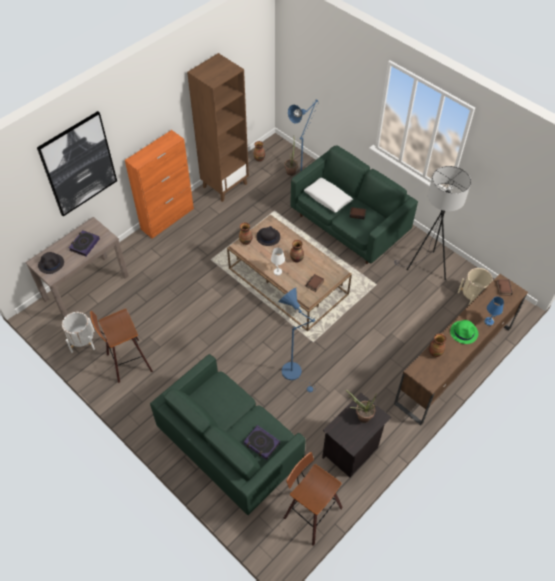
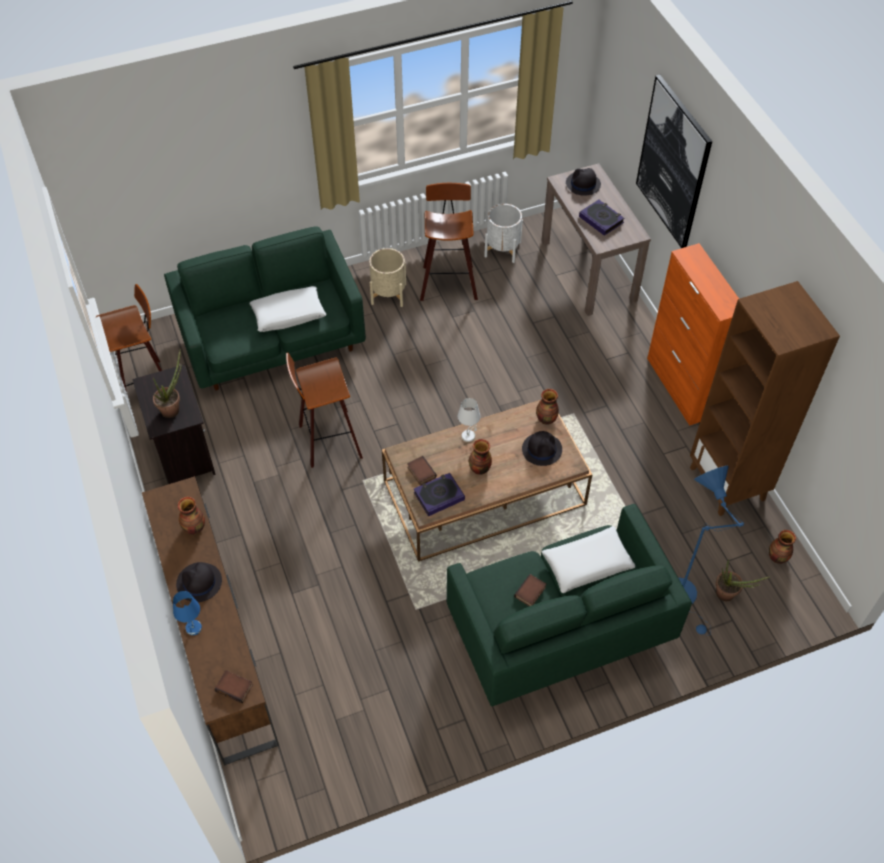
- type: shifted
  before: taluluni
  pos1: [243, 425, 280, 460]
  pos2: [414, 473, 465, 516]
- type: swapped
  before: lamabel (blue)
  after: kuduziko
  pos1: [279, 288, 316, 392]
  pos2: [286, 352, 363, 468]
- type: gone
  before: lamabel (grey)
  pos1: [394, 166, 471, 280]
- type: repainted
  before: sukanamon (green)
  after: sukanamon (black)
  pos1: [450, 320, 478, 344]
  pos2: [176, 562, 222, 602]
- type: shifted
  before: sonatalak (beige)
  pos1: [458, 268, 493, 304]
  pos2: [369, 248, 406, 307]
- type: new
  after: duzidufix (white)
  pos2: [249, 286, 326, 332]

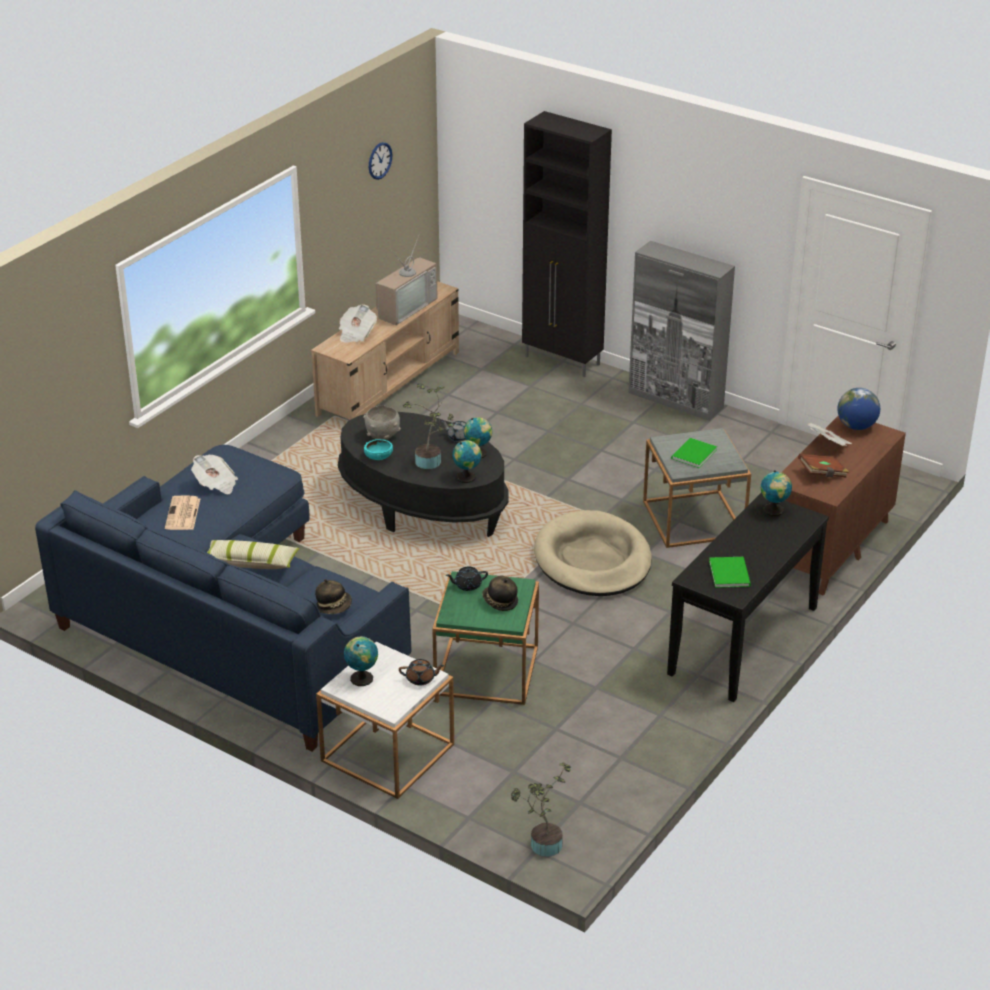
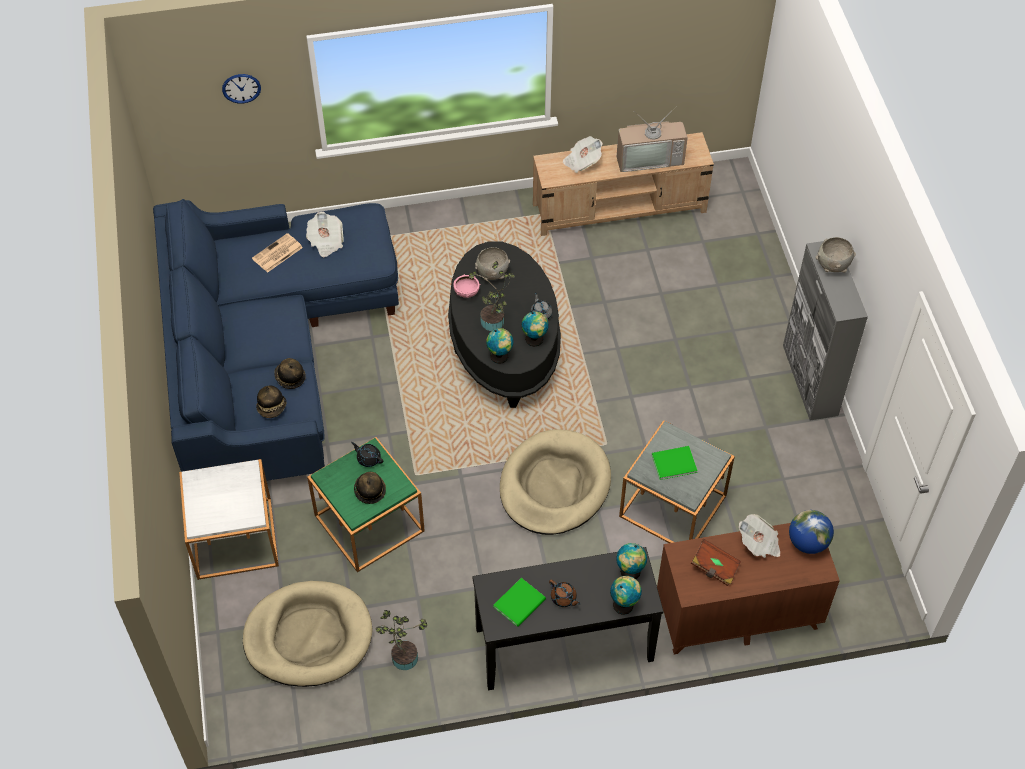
- type: gone
  before: duzidufix
  pos1: [207, 540, 300, 569]
- type: shifted
  before: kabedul
  pos1: [344, 636, 378, 686]
  pos2: [610, 576, 642, 615]
- type: repainted
  before: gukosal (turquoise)
  after: gukosal (pink)
  pos1: [364, 439, 393, 460]
  pos2: [453, 274, 480, 298]
- type: shifted
  before: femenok
  pos1: [369, 142, 393, 180]
  pos2: [222, 74, 261, 103]
- type: shifted
  before: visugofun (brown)
  pos1: [399, 659, 444, 685]
  pos2: [549, 580, 580, 607]
- type: shifted
  before: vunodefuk
  pos1: [511, 763, 571, 857]
  pos2: [375, 610, 427, 670]
- type: gone
  before: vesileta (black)
  pos1: [522, 111, 612, 377]
- type: new
  after: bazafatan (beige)
  pos2: [243, 581, 373, 687]
- type: new
  after: sukanamon
  pos2: [274, 358, 306, 389]
- type: new
  after: gukosal (grey)
  pos2: [816, 237, 856, 273]

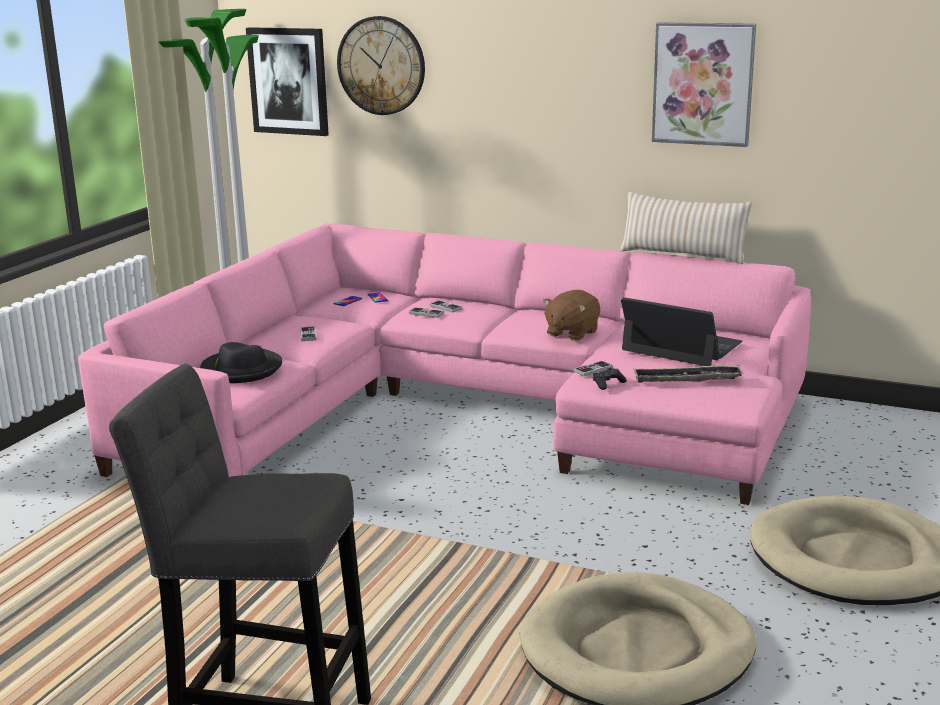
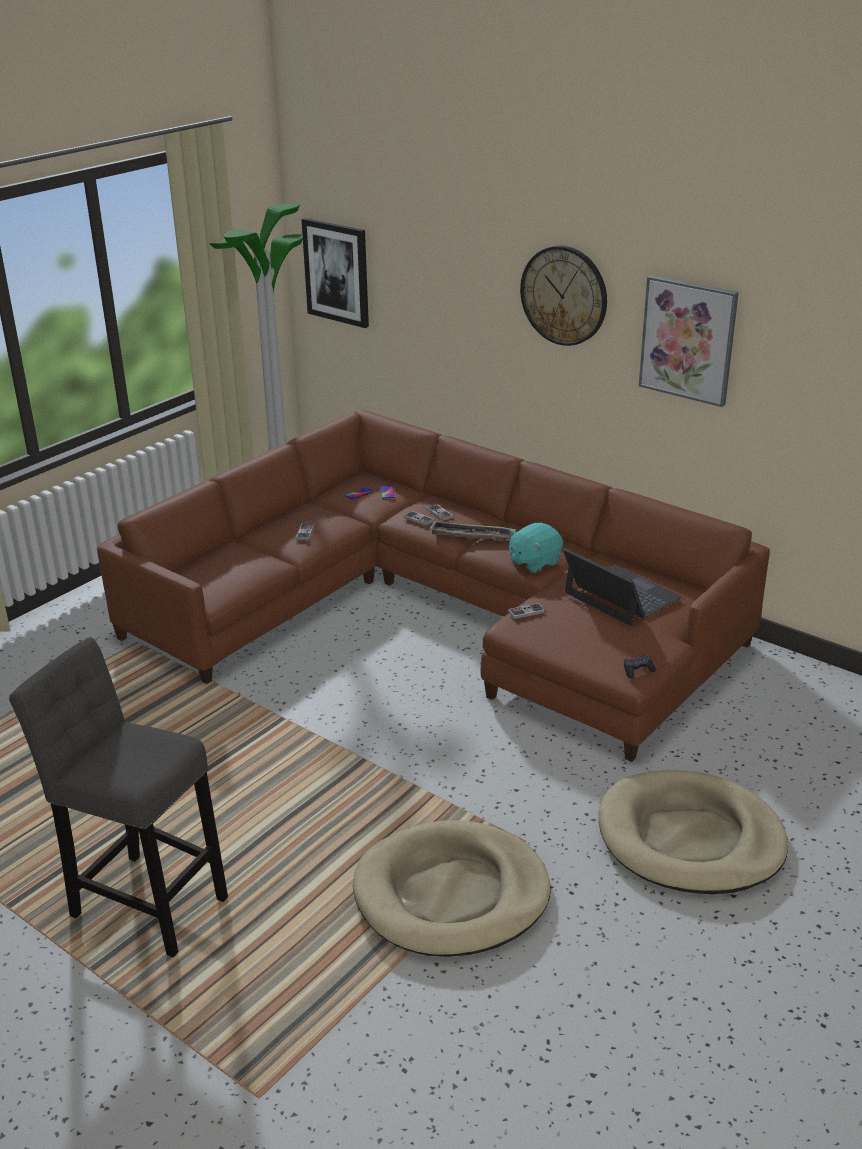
- type: repainted
  before: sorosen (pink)
  after: sorosen (brown)
  pos1: [78, 223, 811, 505]
  pos2: [97, 410, 770, 762]
- type: gone
  before: sukanamon (black)
  pos1: [200, 342, 282, 383]
- type: shifted
  before: femenok
  pos1: [337, 16, 425, 115]
  pos2: [520, 245, 607, 346]
- type: repainted
  before: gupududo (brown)
  after: gupududo (turquoise)
  pos1: [543, 290, 600, 341]
  pos2: [509, 523, 563, 573]
- type: shifted
  before: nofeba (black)
  pos1: [593, 368, 627, 390]
  pos2: [624, 655, 656, 678]
- type: gone
  before: duzidufix (beige)
  pos1: [620, 192, 752, 264]
- type: shifted
  before: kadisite
  pos1: [633, 365, 744, 383]
  pos2: [429, 520, 516, 540]

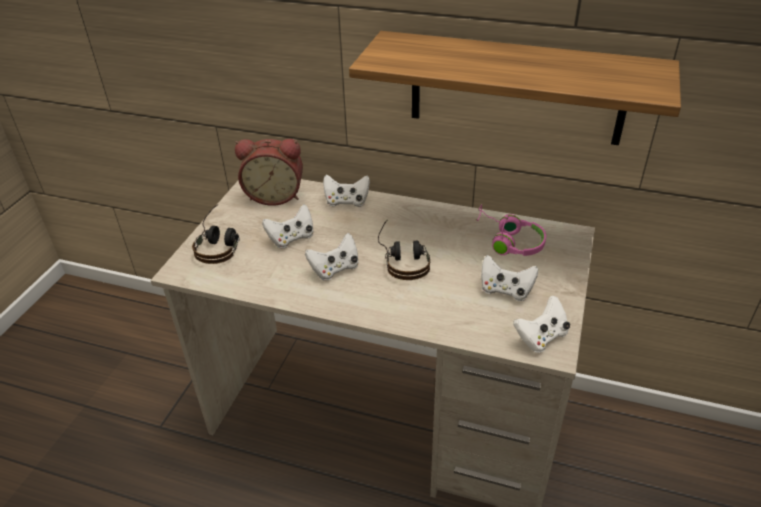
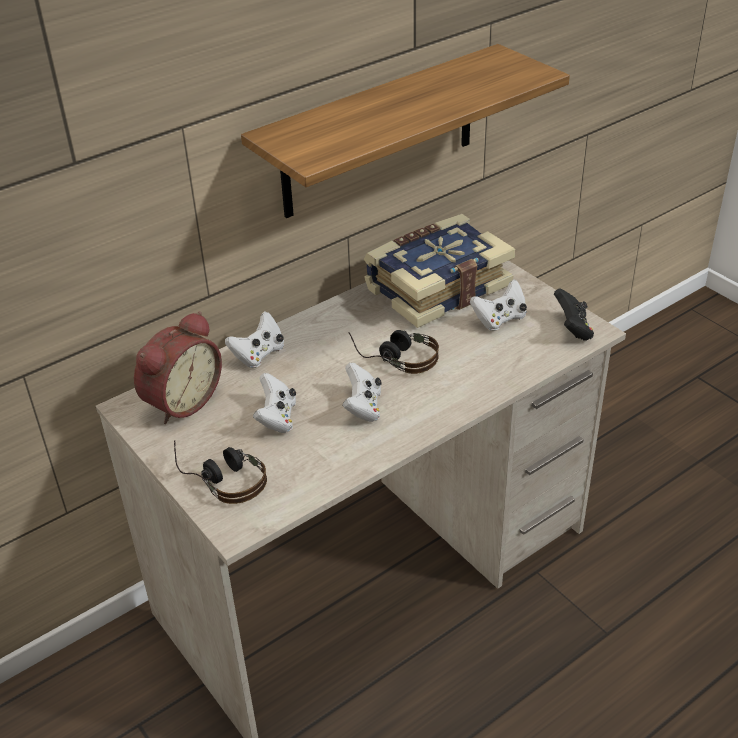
- type: swapped
  before: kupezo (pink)
  after: taluluni
  pos1: [476, 205, 546, 256]
  pos2: [364, 214, 515, 328]
- type: repainted
  before: nofeba (white)
  after: nofeba (black)
  pos1: [513, 296, 570, 353]
  pos2: [554, 289, 594, 341]

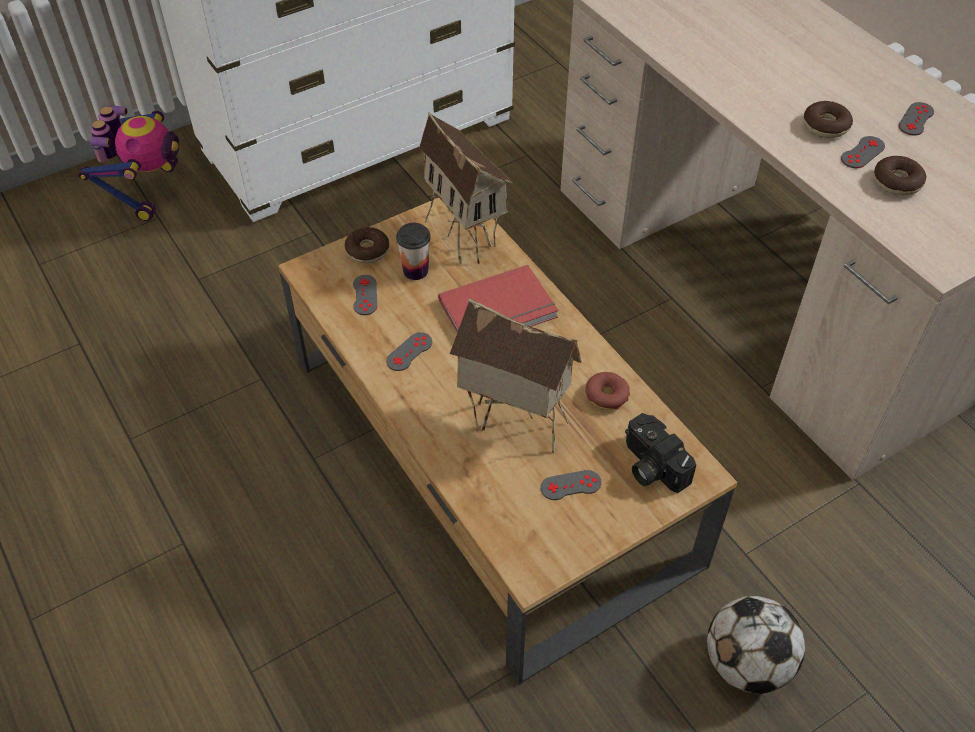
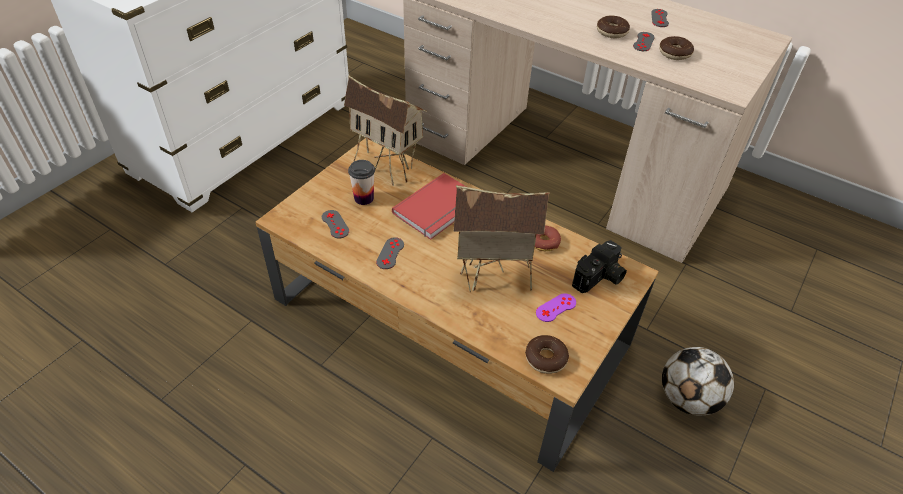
- type: gone
  before: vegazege
  pos1: [78, 105, 179, 221]
- type: shifted
  before: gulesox
  pos1: [345, 227, 389, 264]
  pos2: [525, 335, 569, 374]
- type: repainted
  before: nofeba (grey)
  after: nofeba (purple)
  pos1: [540, 470, 601, 500]
  pos2: [536, 293, 576, 322]
- type: rotated
  before: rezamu
  pos1: [625, 413, 696, 493]
  pos2: [572, 240, 627, 293]
  turn: -75

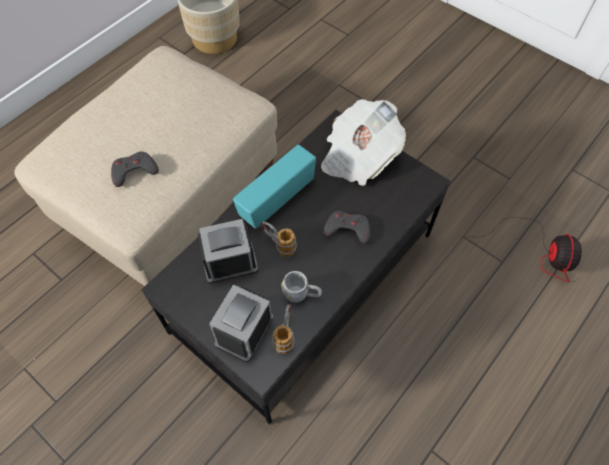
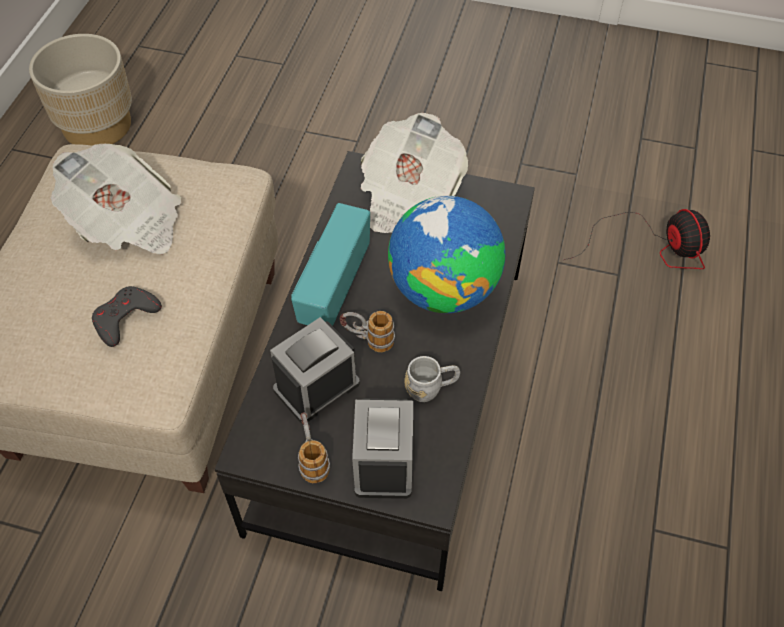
- type: shifted
  before: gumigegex
  pos1: [272, 304, 295, 354]
  pos2: [298, 413, 330, 483]
- type: swapped
  before: nofeba (grey)
  after: kabedul
  pos1: [323, 211, 371, 244]
  pos2: [388, 196, 506, 313]
- type: new
  after: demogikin
  pos2: [51, 144, 181, 254]

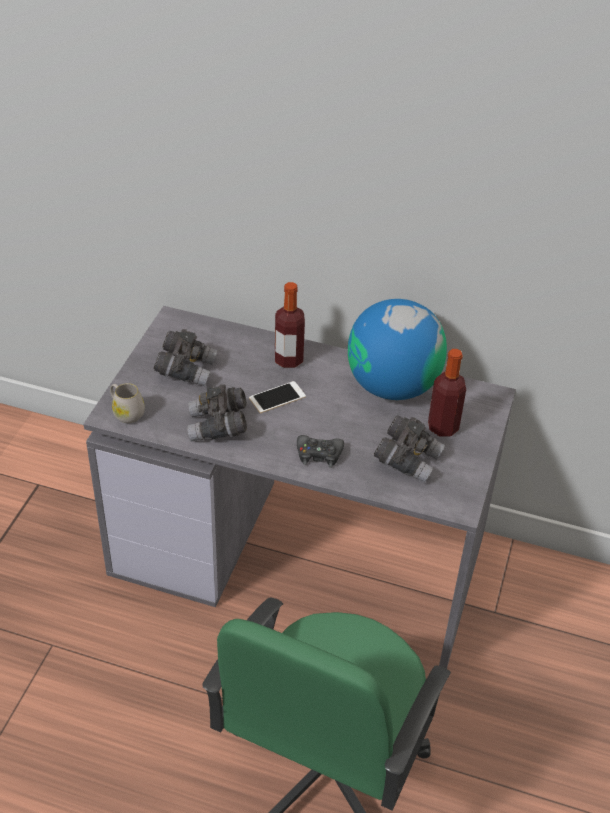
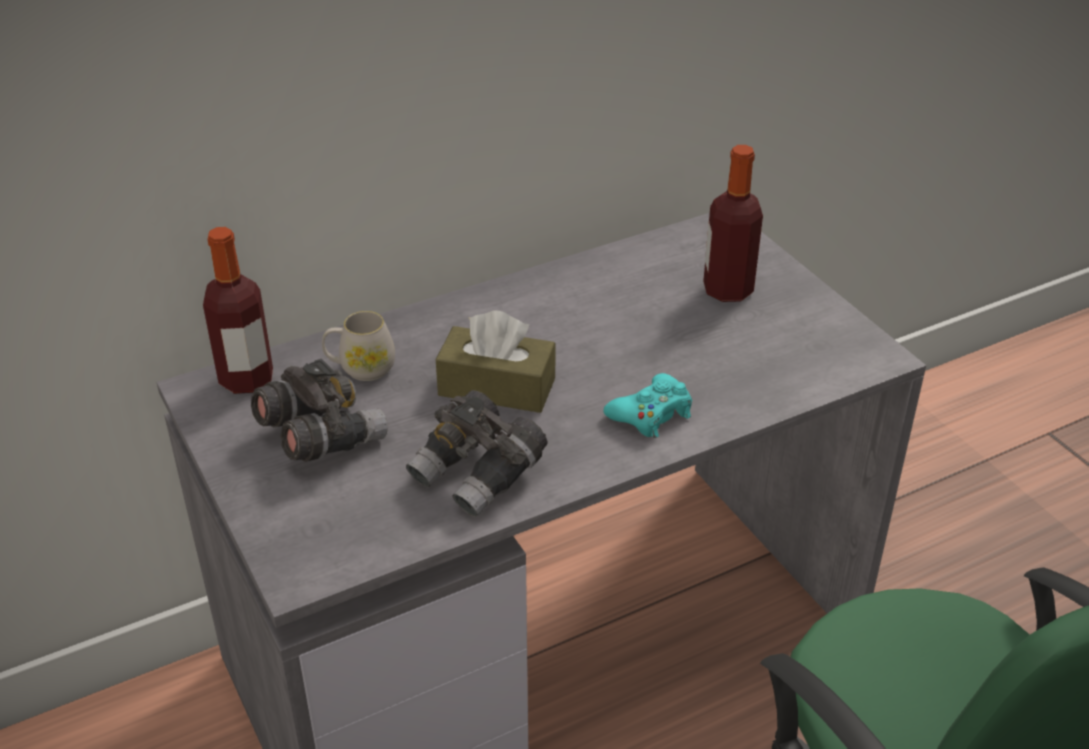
- type: shifted
  before: gumigegex (white)
  pos1: [110, 383, 145, 423]
  pos2: [322, 311, 395, 381]
- type: swapped
  before: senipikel
  after: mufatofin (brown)
  pos1: [249, 381, 306, 413]
  pos2: [436, 310, 556, 413]
- type: shifted
  before: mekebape
  pos1: [275, 282, 305, 368]
  pos2: [203, 227, 273, 394]
- type: repainted
  before: nofeba (black)
  after: nofeba (turquoise)
  pos1: [297, 435, 344, 468]
  pos2: [603, 373, 692, 438]
- type: gone
  before: kabedul
  pos1: [348, 299, 447, 400]
- type: gone
  before: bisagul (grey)
  pos1: [374, 415, 445, 483]

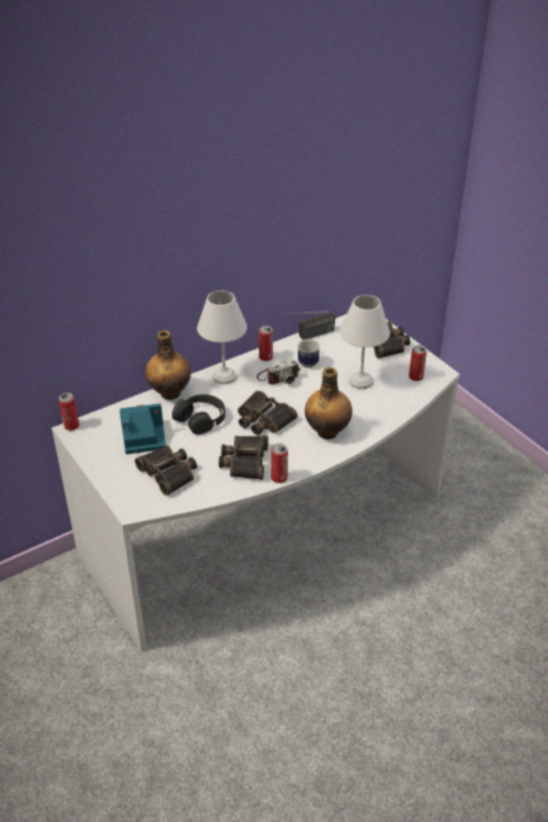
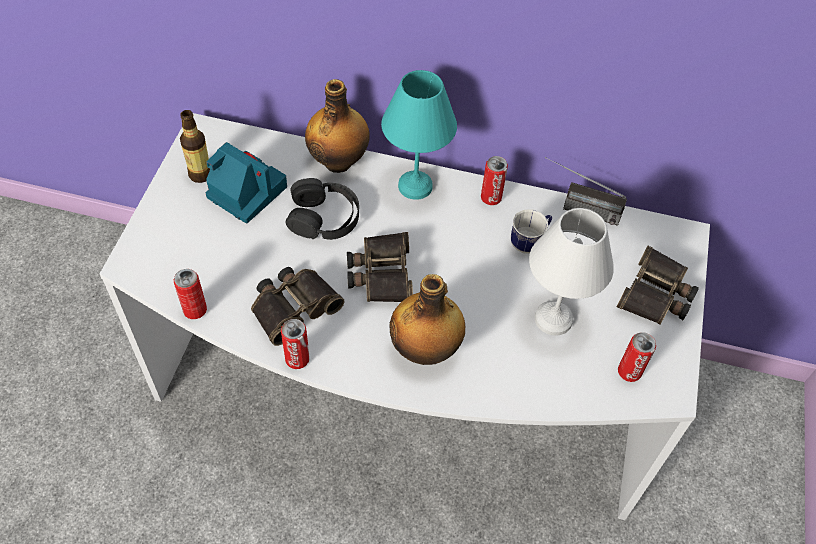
- type: shifted
  before: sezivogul
  pos1: [59, 393, 79, 430]
  pos2: [174, 269, 207, 319]
- type: gone
  before: bisagul
  pos1: [135, 445, 197, 496]
- type: repainted
  before: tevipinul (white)
  after: tevipinul (turquoise)
  pos1: [197, 290, 247, 384]
  pos2: [381, 70, 457, 200]
- type: gone
  before: rezamu
  pos1: [257, 360, 300, 385]
- type: new
  after: mekebape
  pos2: [180, 110, 210, 183]

